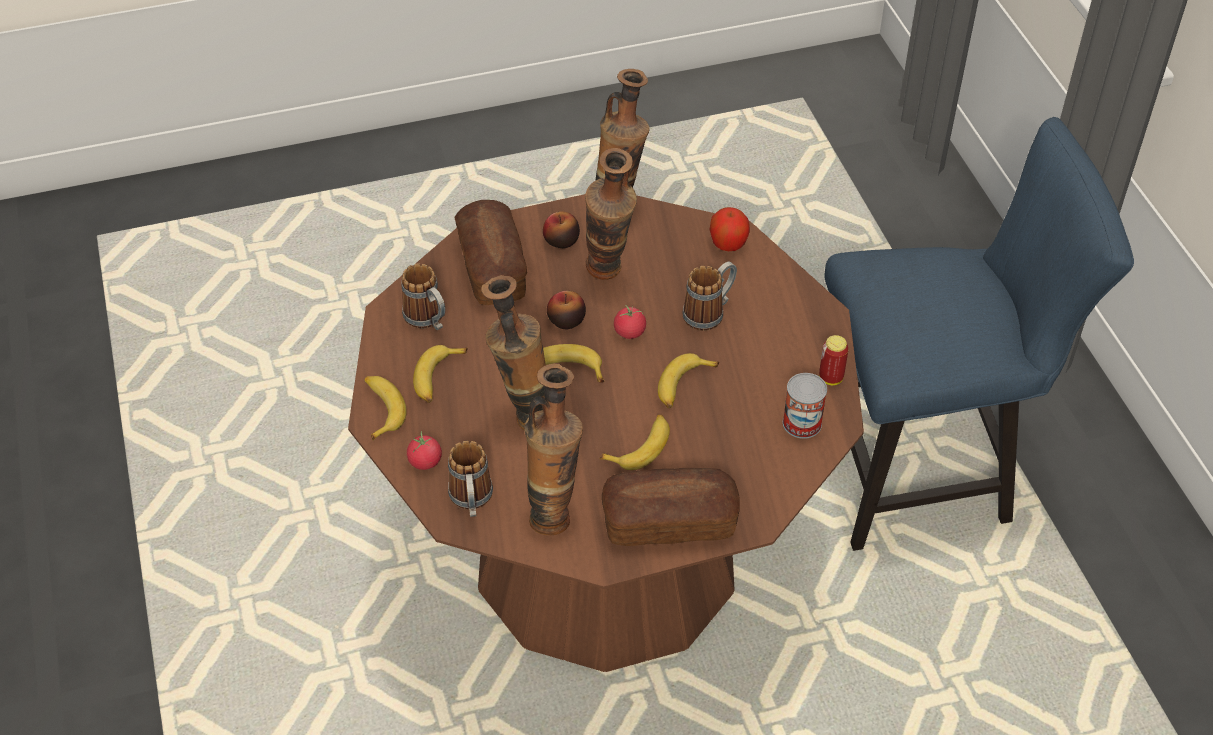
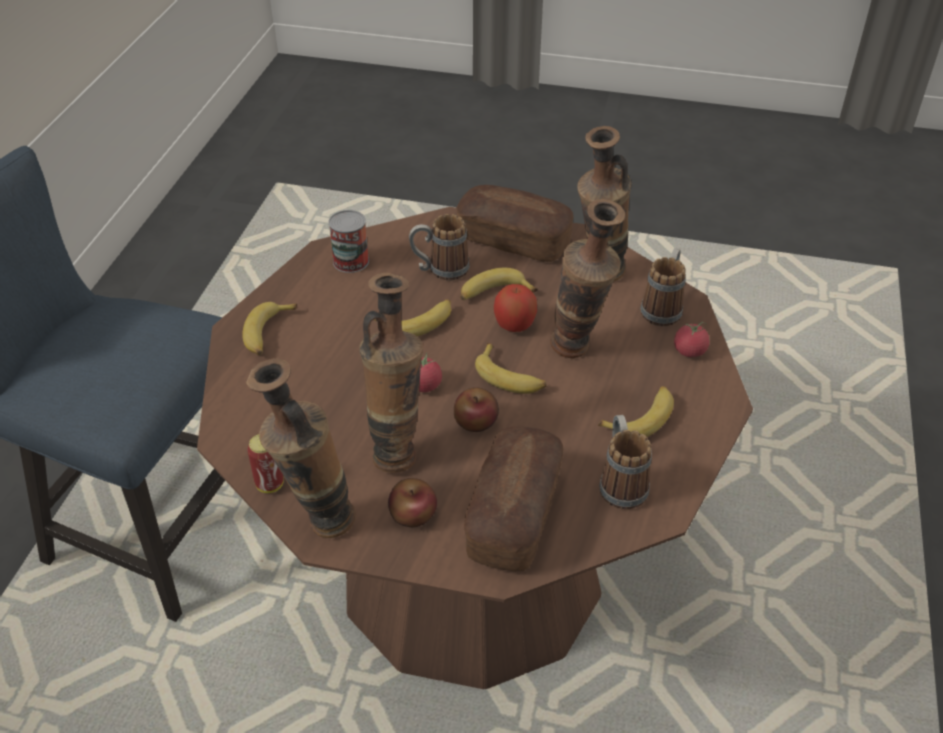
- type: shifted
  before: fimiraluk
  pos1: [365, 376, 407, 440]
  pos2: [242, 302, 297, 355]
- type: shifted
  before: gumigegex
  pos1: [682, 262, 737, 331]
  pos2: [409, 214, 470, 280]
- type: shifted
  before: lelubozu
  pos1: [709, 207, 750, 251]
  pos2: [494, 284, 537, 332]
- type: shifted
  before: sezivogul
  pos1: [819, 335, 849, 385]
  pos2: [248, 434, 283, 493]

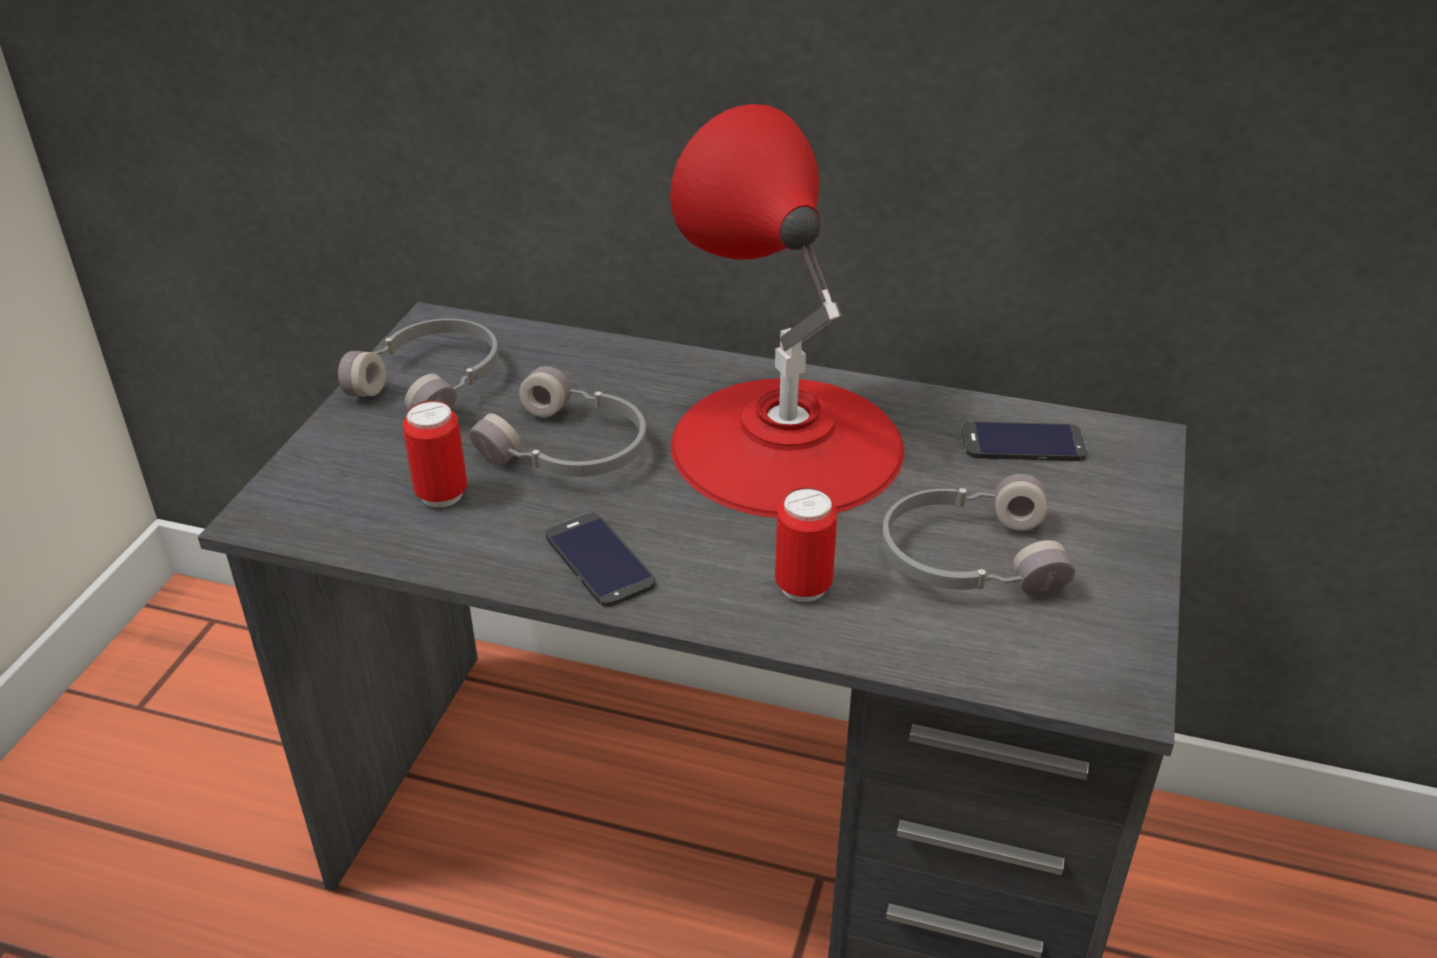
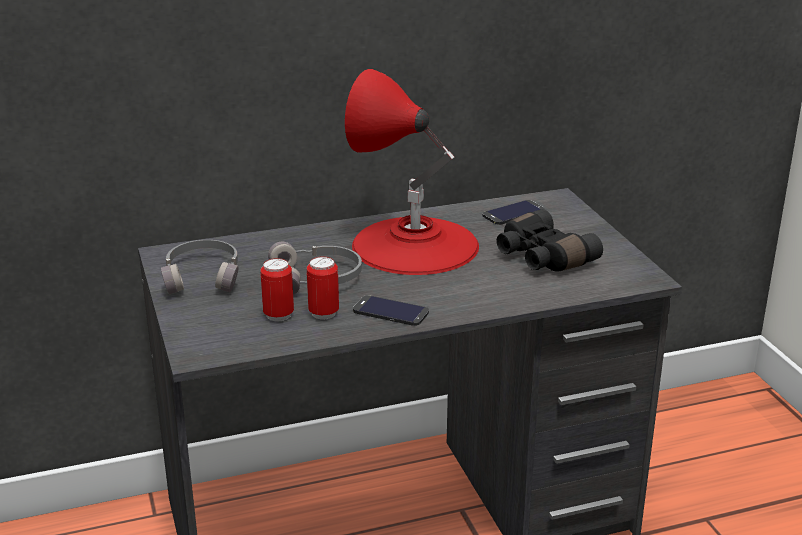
- type: shifted
  before: sezivogul
  pos1: [775, 487, 837, 602]
  pos2: [307, 256, 339, 320]
- type: swapped
  before: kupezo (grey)
  after: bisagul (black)
  pos1: [882, 474, 1075, 596]
  pos2: [497, 209, 603, 272]

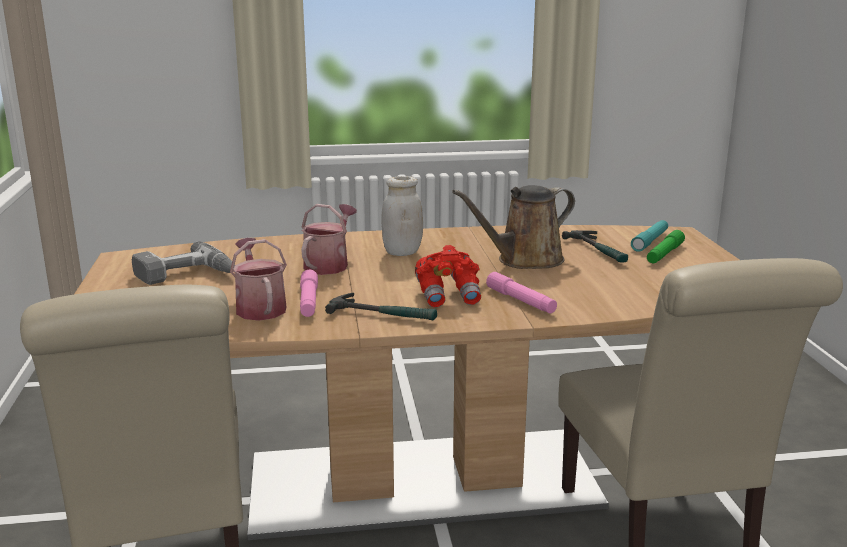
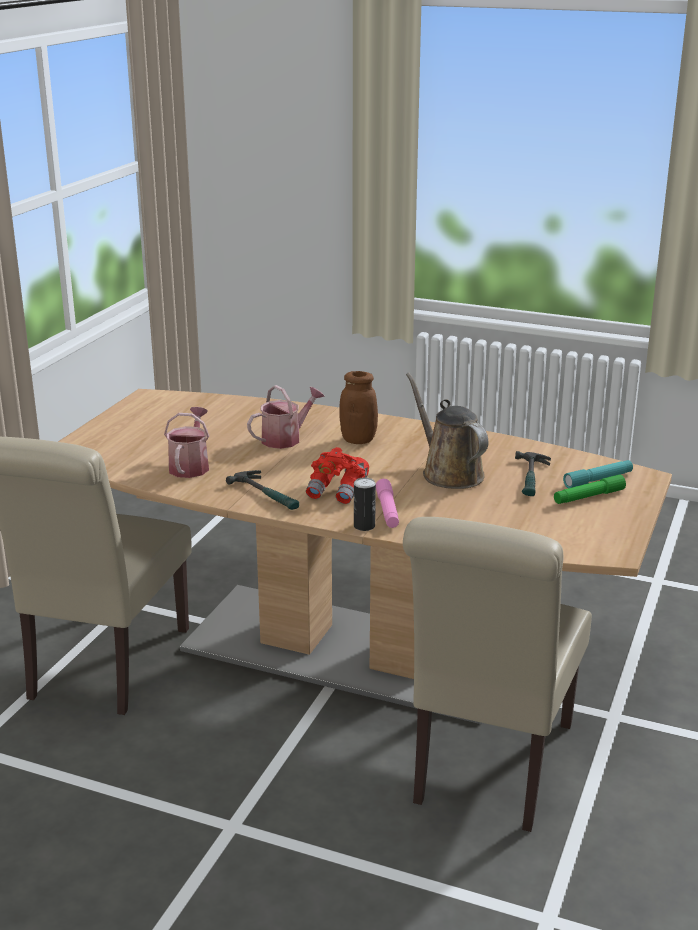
- type: gone
  before: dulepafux
  pos1: [132, 241, 235, 285]
- type: gone
  before: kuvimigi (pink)
  pos1: [300, 270, 318, 317]
- type: repainted
  before: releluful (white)
  after: releluful (brown)
  pos1: [381, 176, 423, 256]
  pos2: [339, 371, 378, 444]
- type: rotated
  before: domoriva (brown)
  pos1: [452, 185, 575, 269]
  pos2: [406, 372, 488, 489]
  turn: 60
- type: new
  after: sezivogul
  pos2: [354, 478, 376, 531]

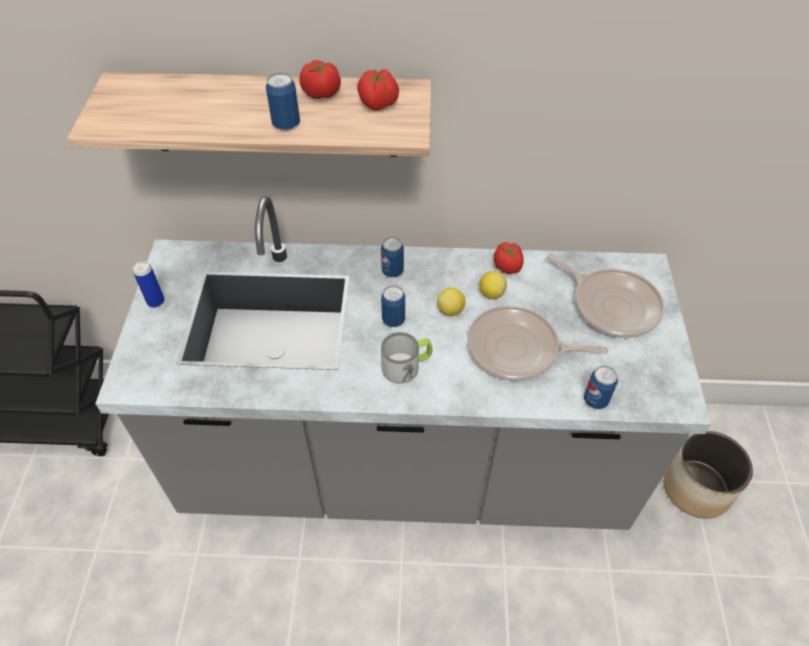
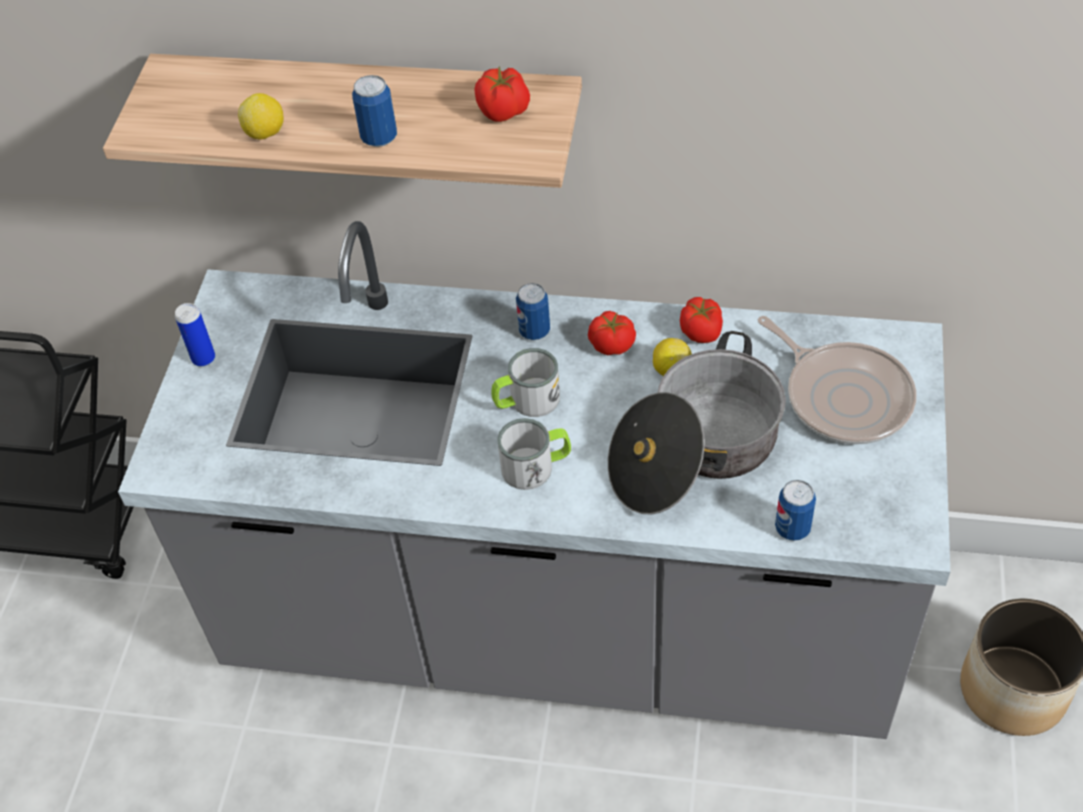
- type: shifted
  before: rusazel
  pos1: [299, 60, 341, 99]
  pos2: [588, 311, 636, 355]
- type: swapped
  before: sezivogul
  after: gumigegex
  pos1: [381, 286, 405, 327]
  pos2: [492, 348, 560, 417]
- type: shifted
  before: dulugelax
  pos1: [437, 287, 466, 316]
  pos2: [238, 93, 284, 139]
- type: swapped
  before: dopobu
  after: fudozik
  pos1: [467, 305, 608, 381]
  pos2: [608, 331, 786, 515]

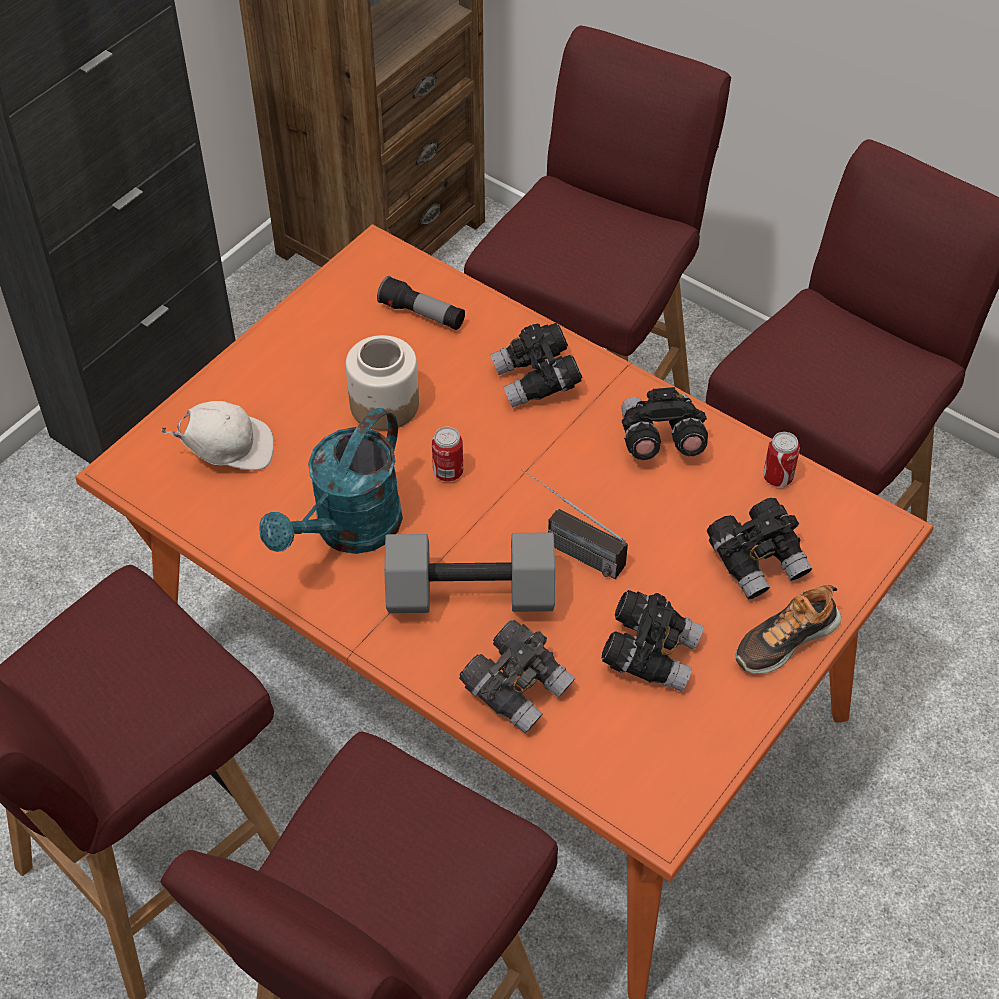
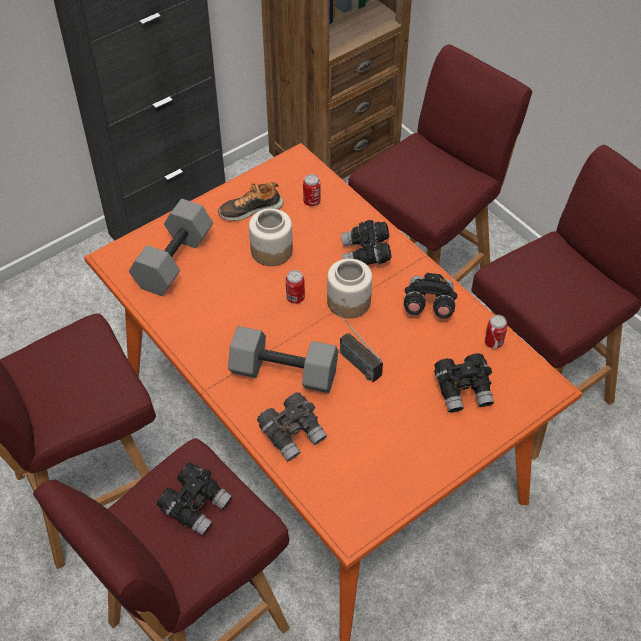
- type: swapped
  before: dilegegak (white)
  after: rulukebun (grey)
  pos1: [160, 401, 274, 471]
  pos2: [129, 199, 213, 296]
- type: gone
  before: domoriva (turquoise)
  pos1: [259, 408, 403, 554]
- type: swapped
  before: kuvimigi
  after: sezivogul
  pos1: [377, 276, 465, 330]
  pos2: [303, 174, 320, 206]
- type: shifted
  before: bisagul (black)
  pos1: [602, 590, 704, 692]
  pos2: [157, 463, 232, 536]
- type: shifted
  before: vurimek
  pos1: [735, 584, 841, 674]
  pos2: [218, 182, 283, 221]
- type: new
  after: releluful
  pos2: [327, 259, 372, 318]

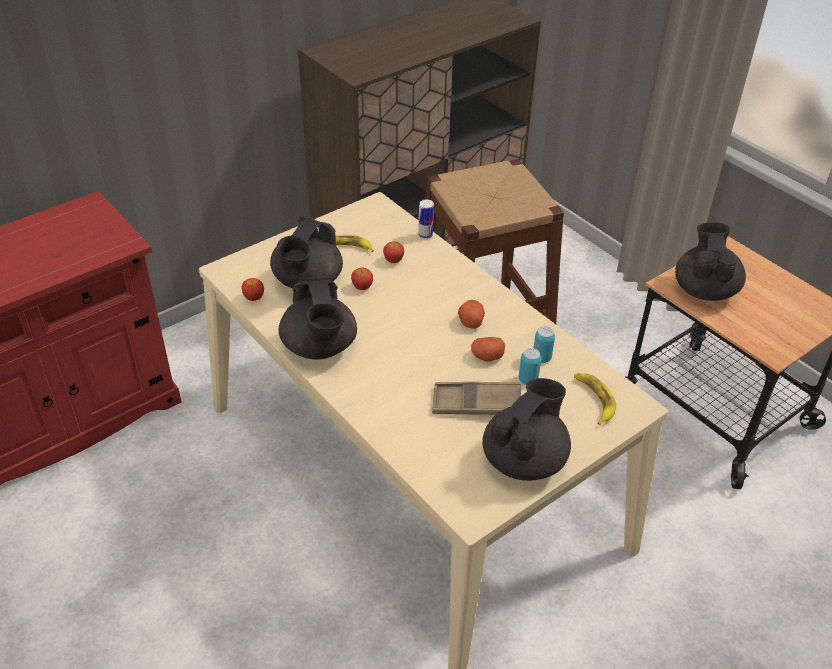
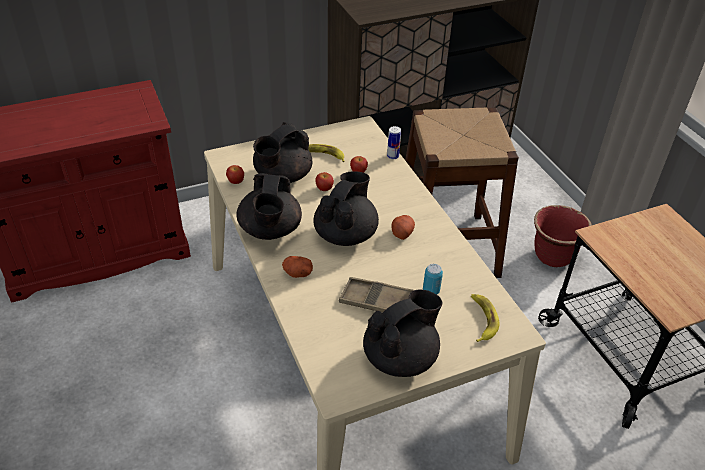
- type: shifted
  before: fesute
  pos1: [471, 337, 505, 362]
  pos2: [282, 256, 313, 278]
- type: gone
  before: sezivogul
  pos1: [533, 326, 555, 363]
- type: shifted
  before: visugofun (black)
  pos1: [675, 222, 746, 301]
  pos2: [313, 171, 379, 246]
- type: new
  after: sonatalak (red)
  pos2: [534, 205, 592, 268]

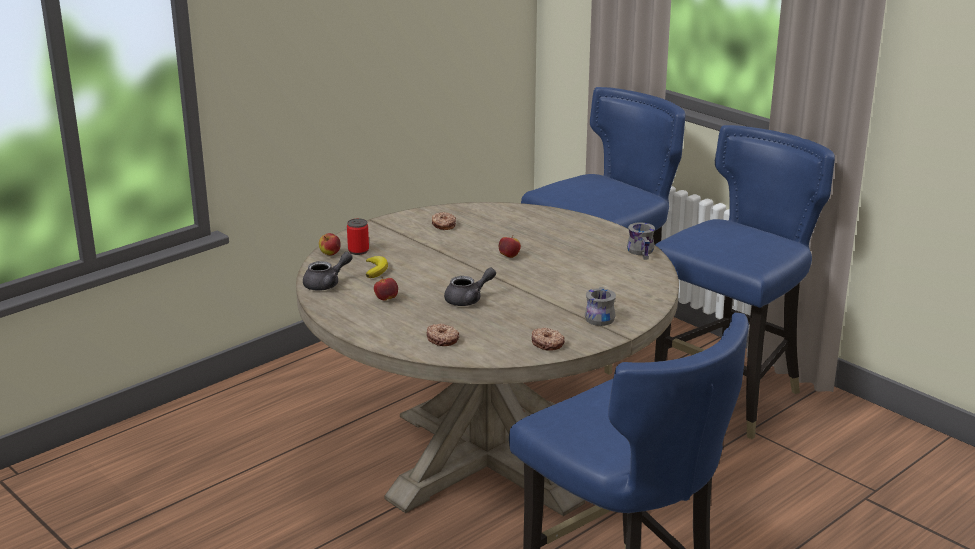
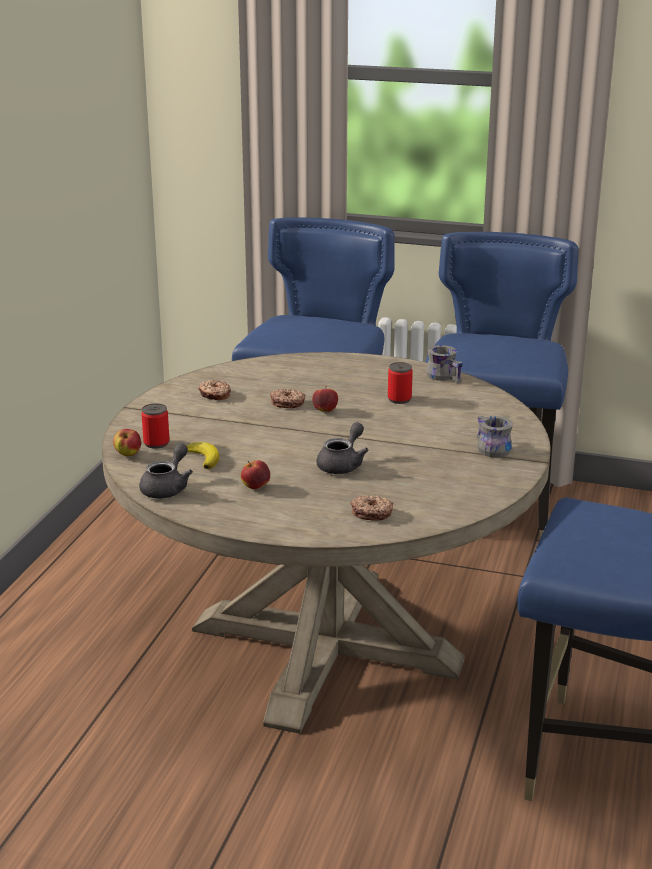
- type: shifted
  before: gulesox
  pos1: [532, 327, 565, 351]
  pos2: [270, 389, 306, 408]
- type: new
  after: sezivogul
  pos2: [388, 362, 413, 404]

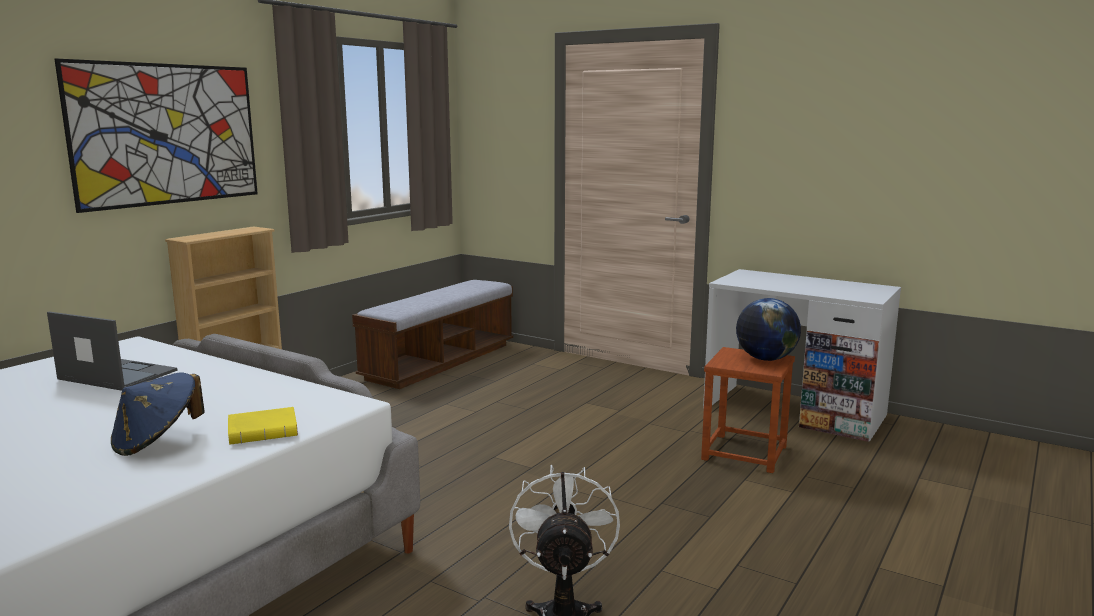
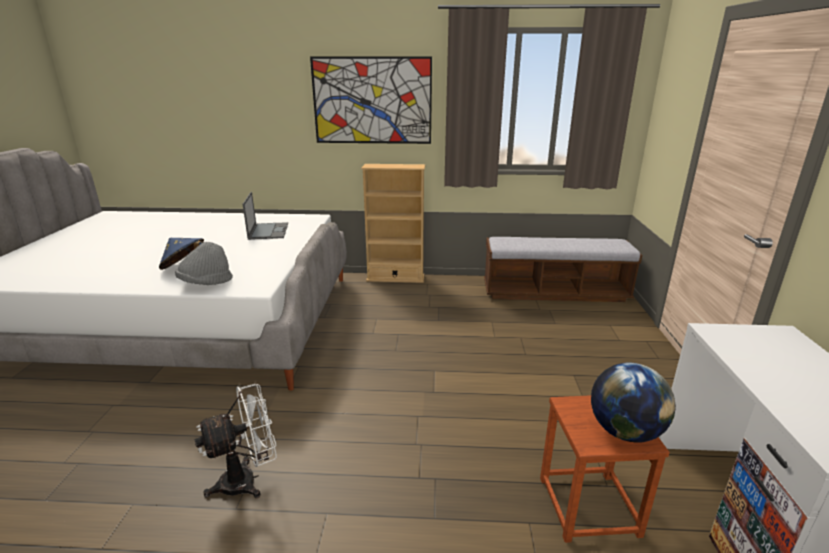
- type: swapped
  before: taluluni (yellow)
  after: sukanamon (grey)
  pos1: [228, 407, 298, 445]
  pos2: [175, 242, 233, 285]

